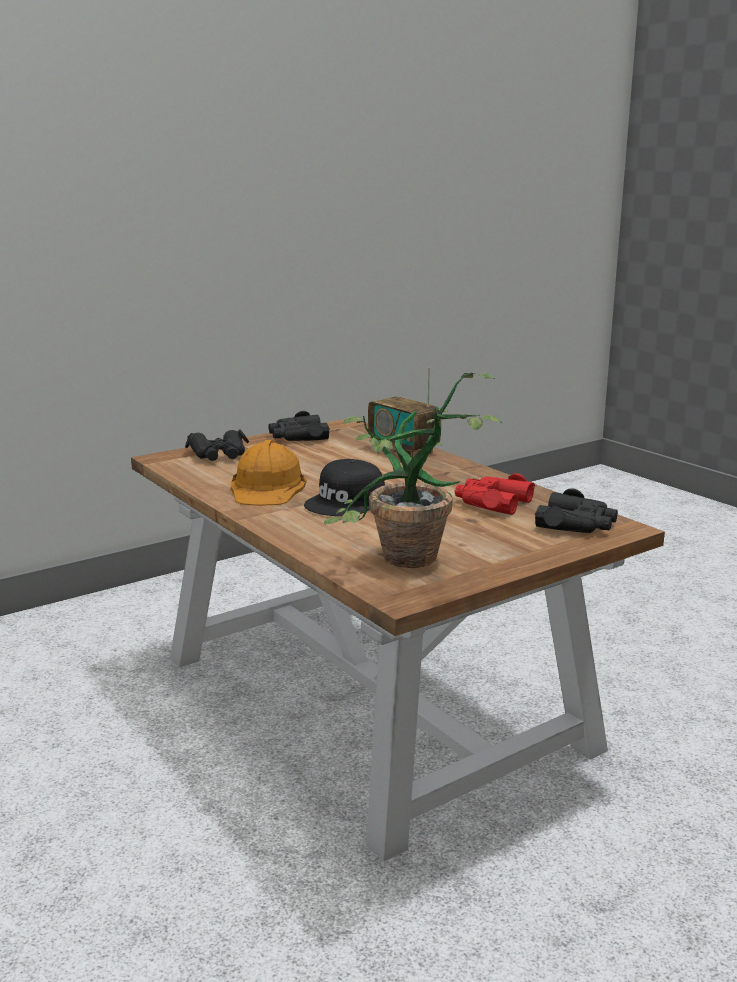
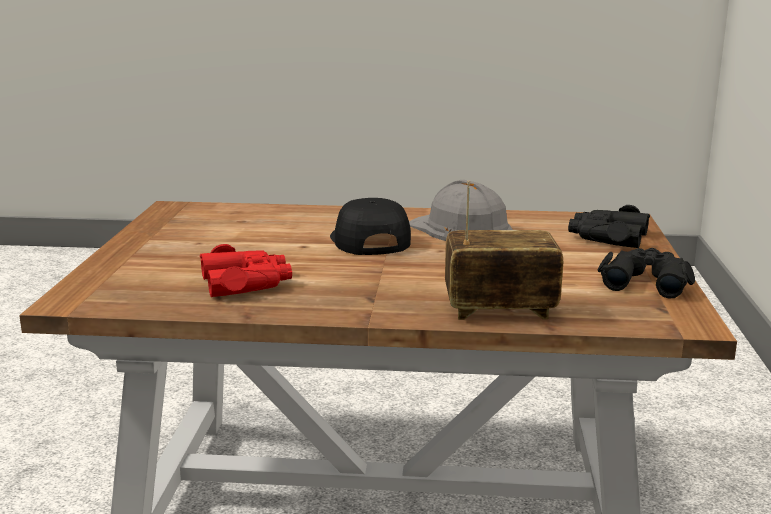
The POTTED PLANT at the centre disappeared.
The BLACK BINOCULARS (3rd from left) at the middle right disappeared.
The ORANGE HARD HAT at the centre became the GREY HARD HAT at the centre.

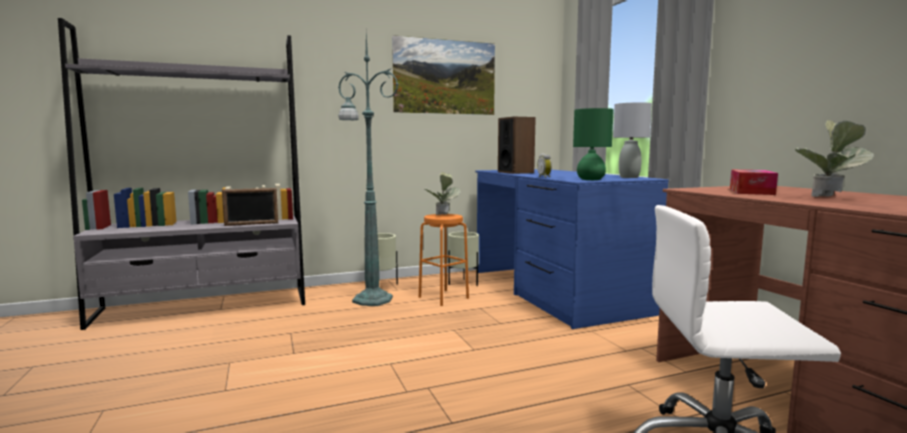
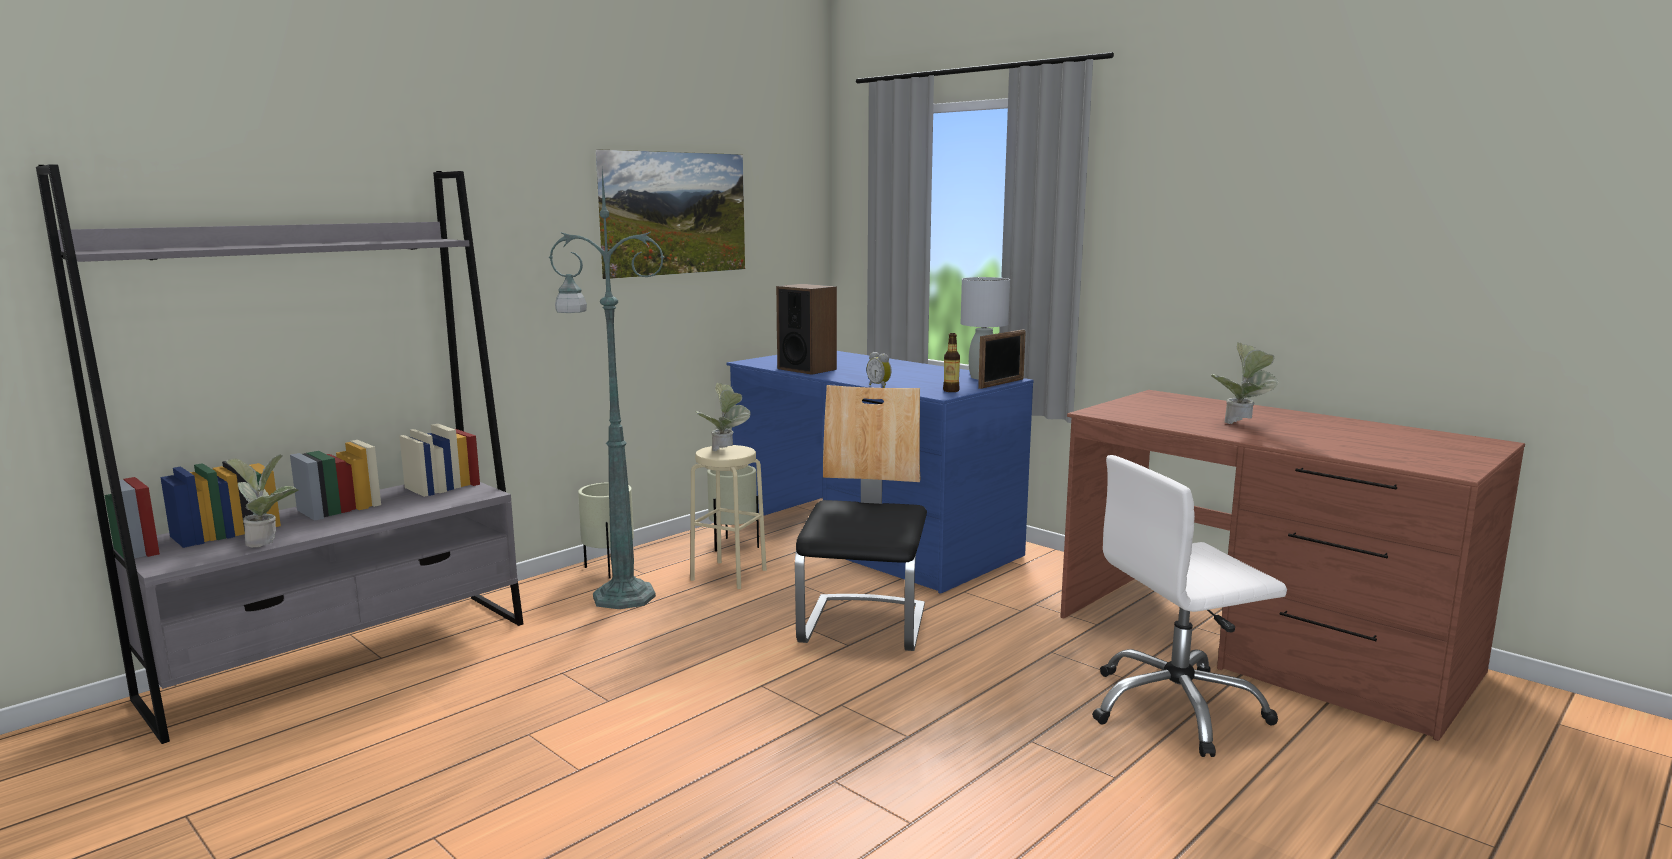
The TISSUE BOX at the middle right disappeared.
The POTTED PLANT (1st from left) at the middle left appeared.
The CHAIR at the centre appeared.
The PICTURE FRAME moved from the middle left to the centre.
The GREEN TABLE LAMP at the top centre was replaced by the BOTTLE at the centre.
The ORANGE STOOL at the centre became the BEIGE STOOL at the centre.

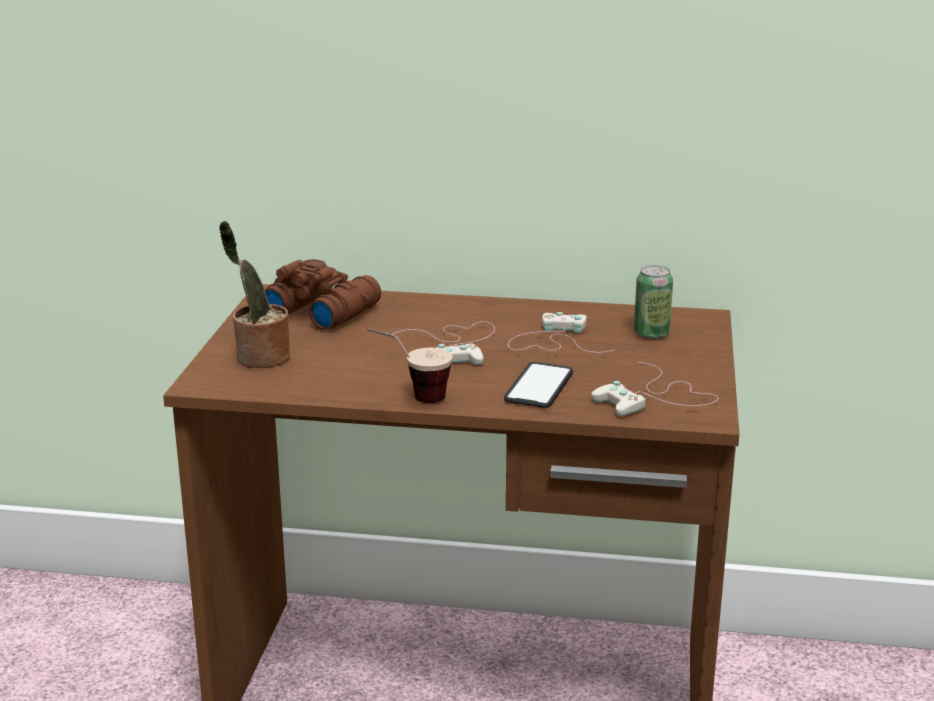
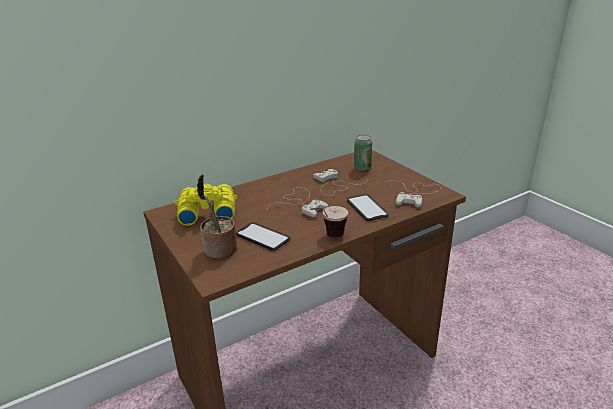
The PHONE (1st from left) at the centre appeared.
The BROWN BINOCULARS at the centre became the YELLOW BINOCULARS at the centre.

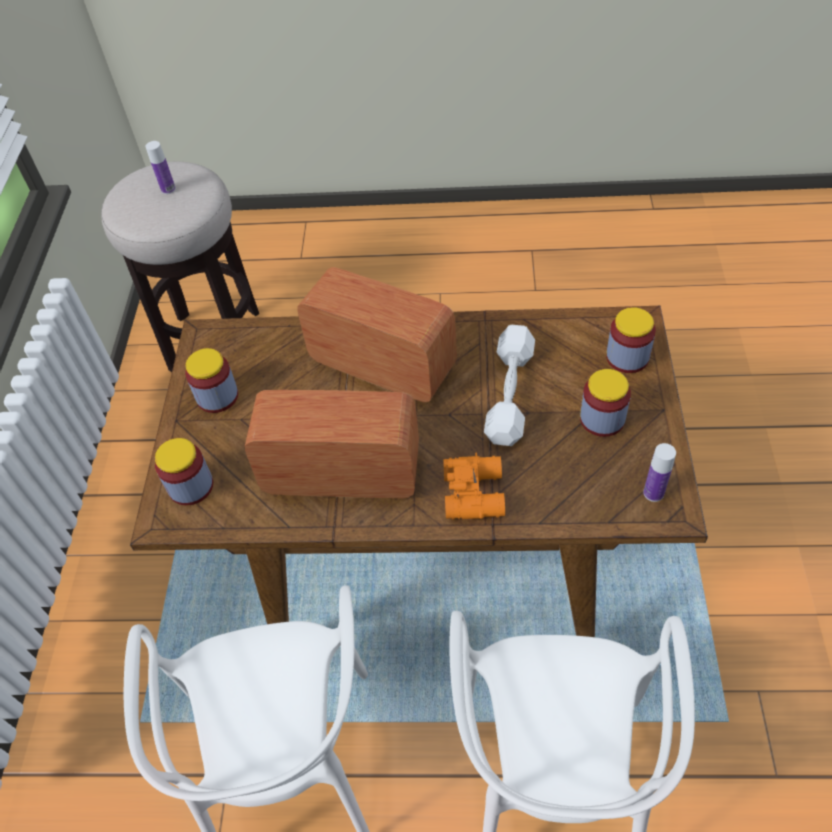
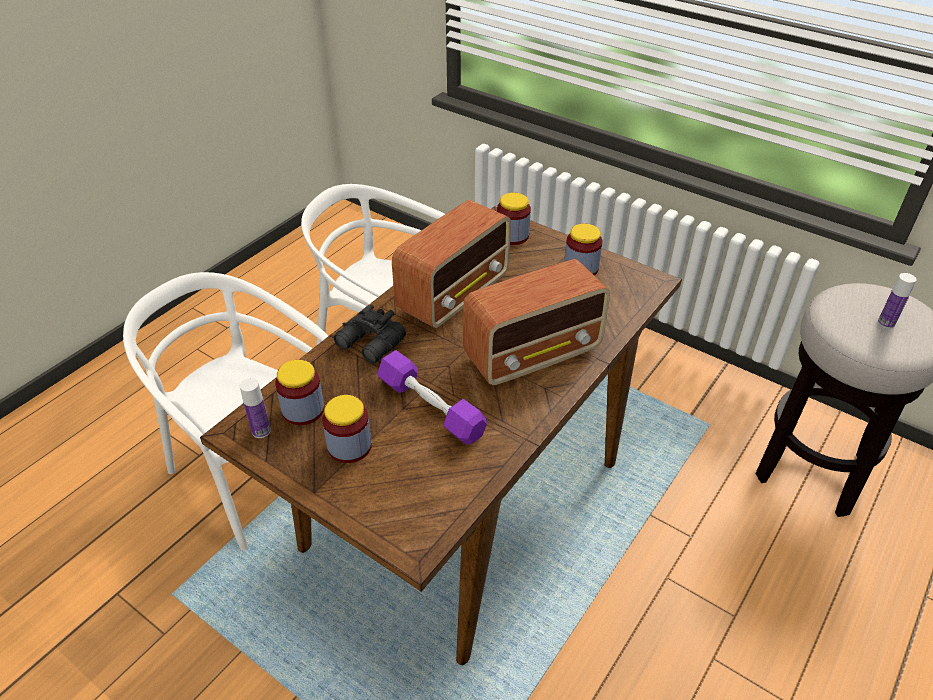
The JAR (4th from left in the first image) moved from the middle right to the middle left.
The ORANGE BINOCULARS at the centre became the BLACK BINOCULARS at the centre.
The WHITE DUMBBELL at the centre became the PURPLE DUMBBELL at the centre.

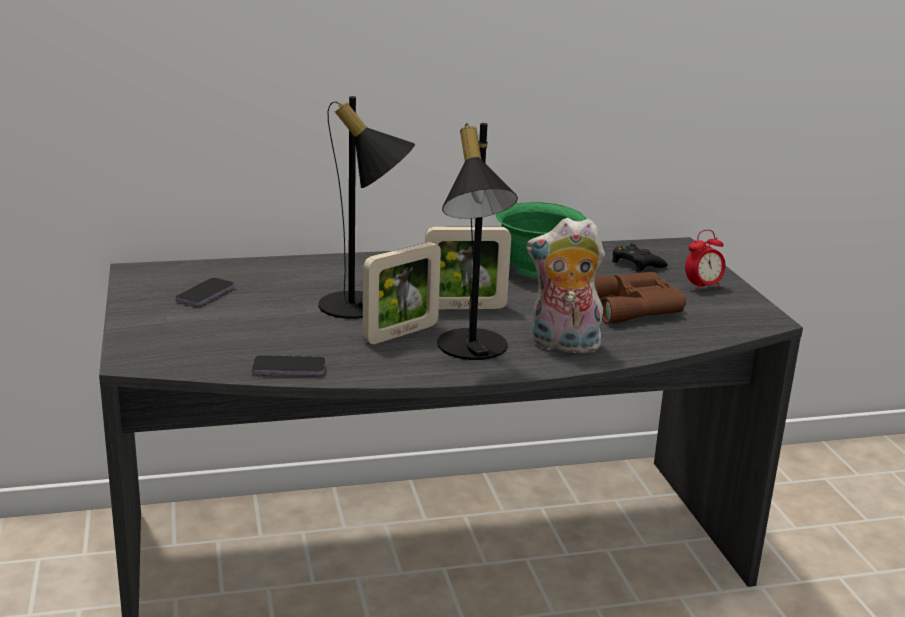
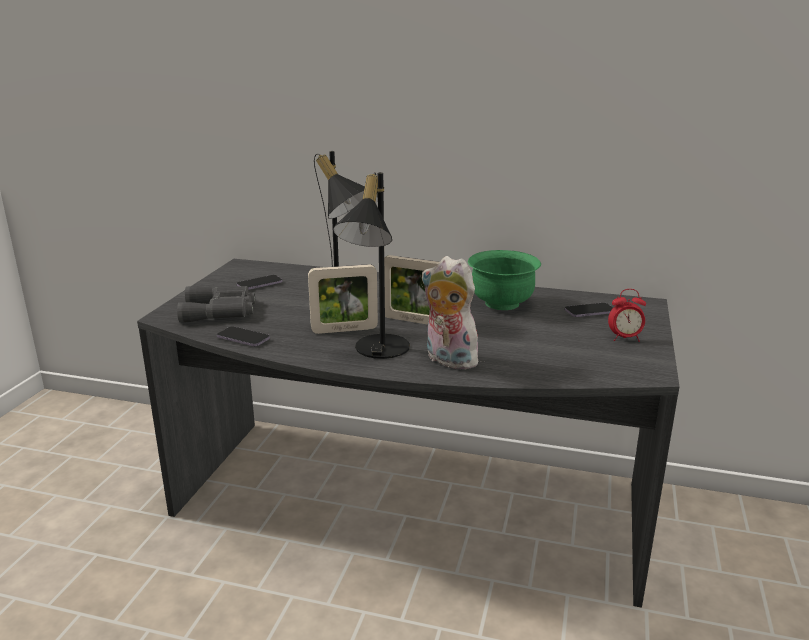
The BROWN BINOCULARS at the middle right disappeared.
The GREY BINOCULARS at the middle left appeared.
The BLACK GAME CONTROLLER at the middle right was replaced by the PHONE (3rd from left) at the middle right.

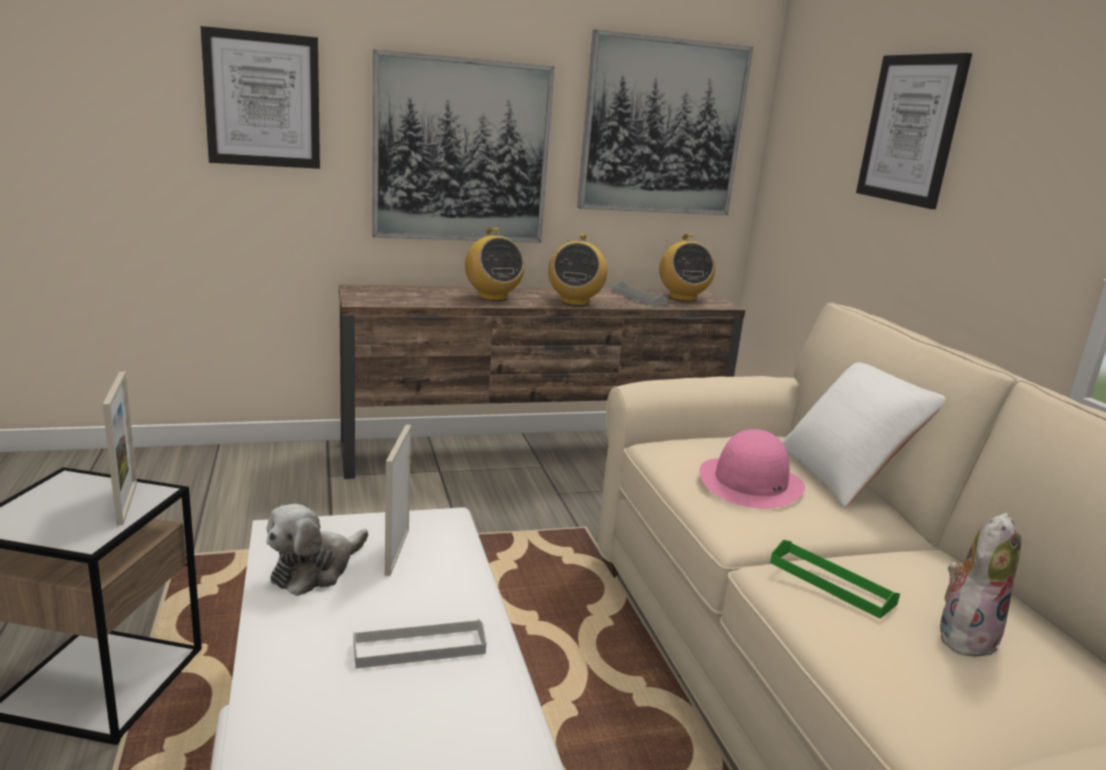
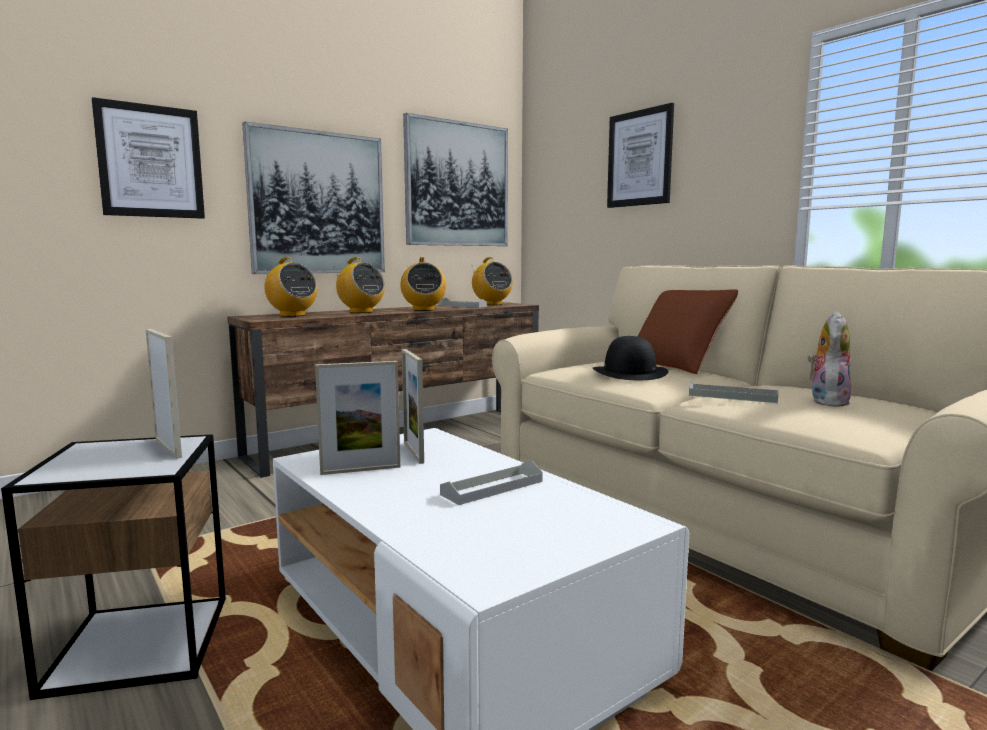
The RADIO (1st from left) at the middle left appeared.
The PLUSH TOY (1st from left) at the bottom left was replaced by the PICTURE FRAME (2nd from left) at the centre.
The PINK HAT at the middle right became the BLACK HAT at the centre.
The GREEN TRAY at the bottom right became the GREY TRAY (3rd from left) at the middle right.
The WHITE PILLOW at the middle right became the BROWN PILLOW at the middle right.

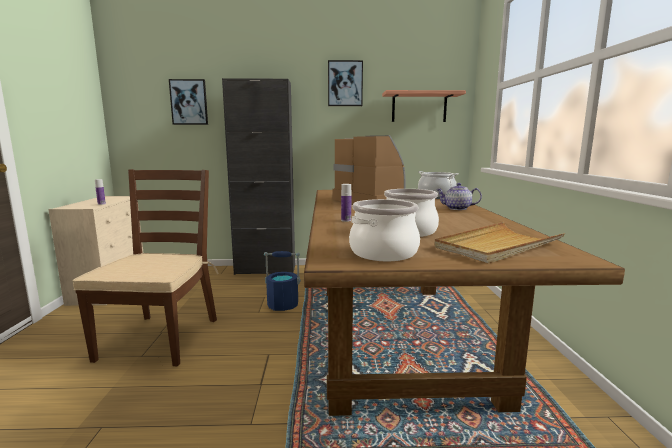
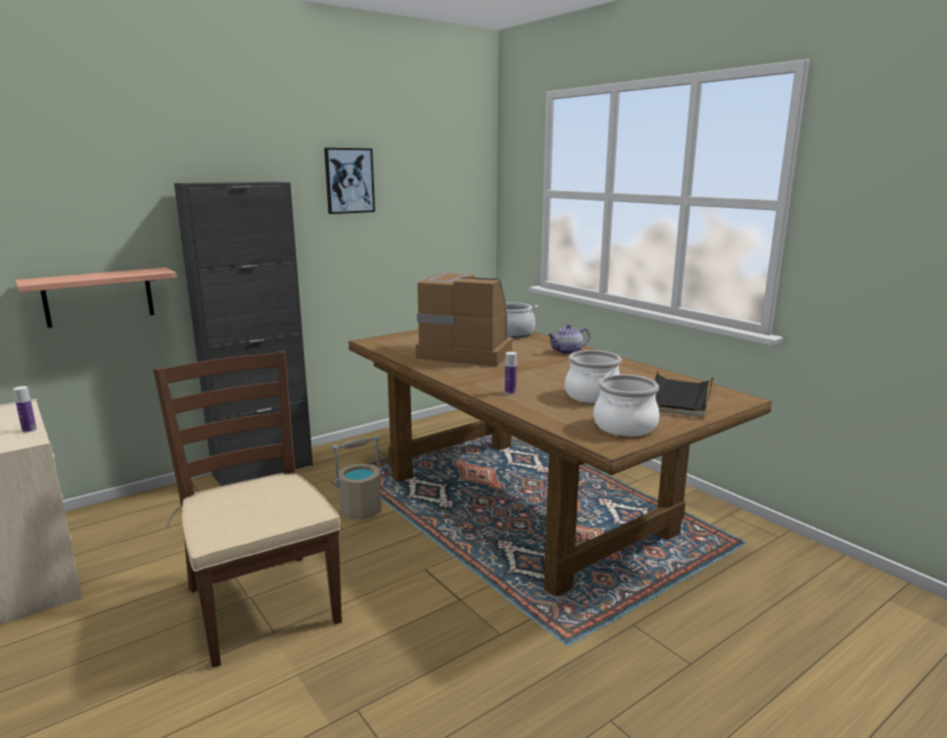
The PICTURE (1st from left) at the top left disappeared.
The SHELF moved from the top centre to the middle left.
The BLUE BUCKET at the centre became the BEIGE BUCKET at the centre.
The BEIGE TRAY at the middle right became the BLACK TRAY at the middle right.

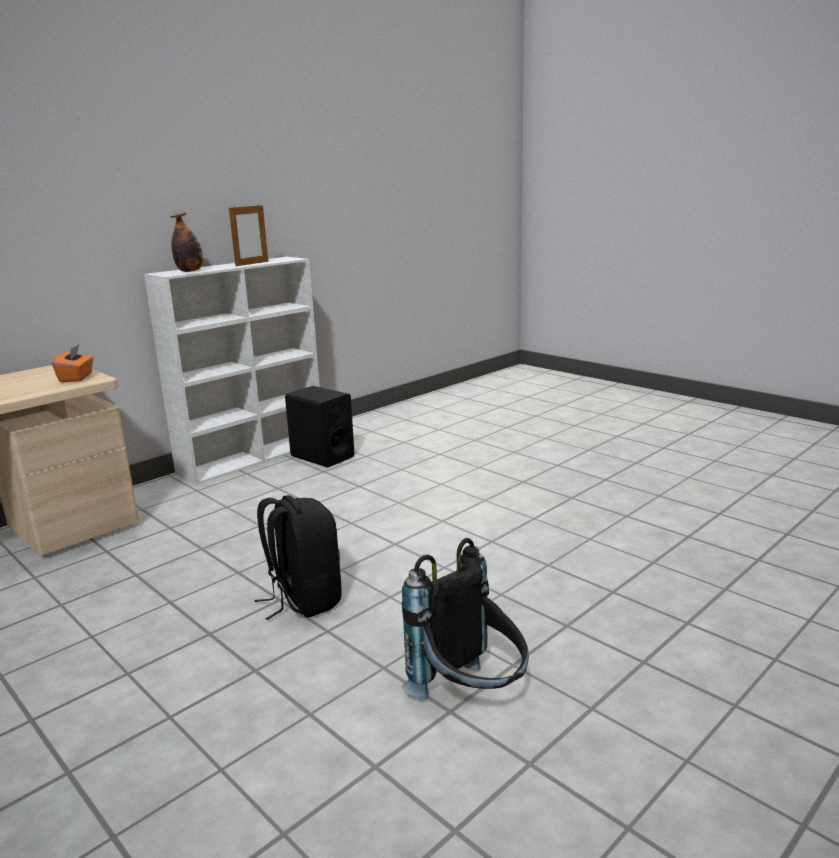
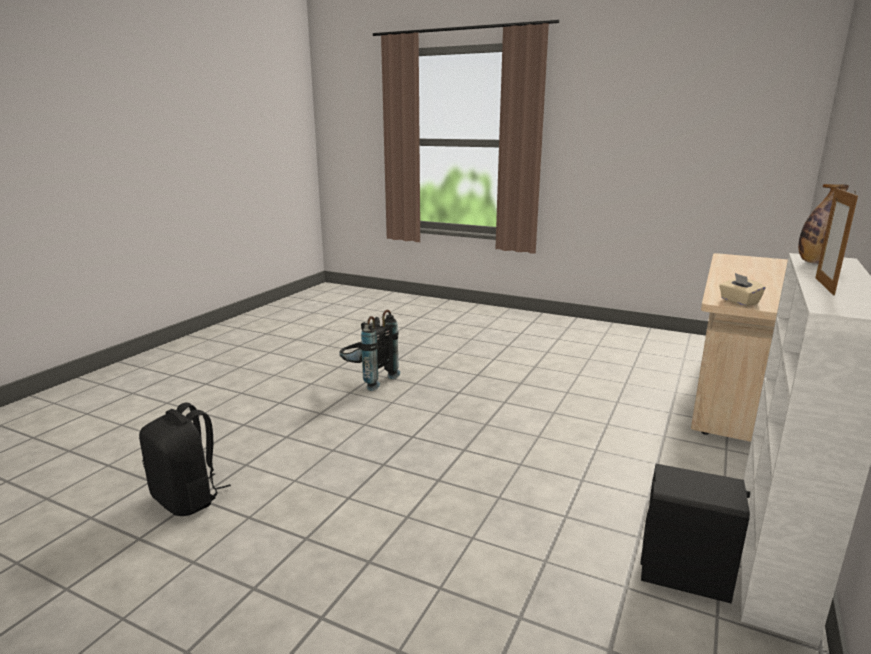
The BLACK BACKPACK (1st from left) moved from the centre to the bottom left.
The ORANGE TISSUE BOX at the middle left became the BEIGE TISSUE BOX at the middle right.

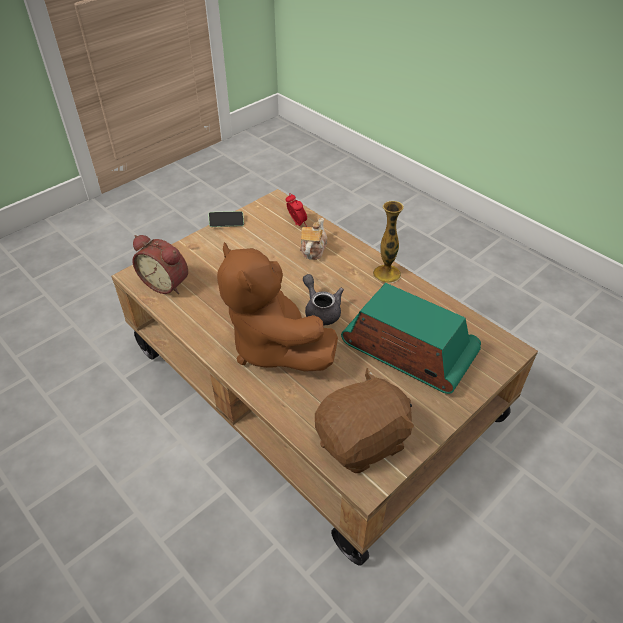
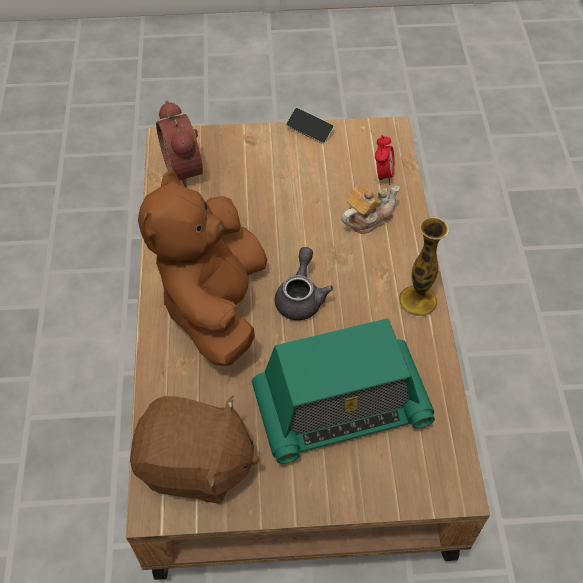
The RADIO at the centre turned 90 degrees clockwise.

